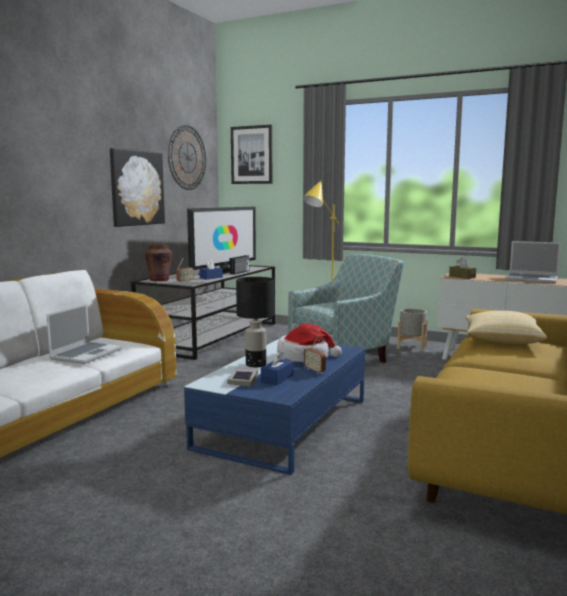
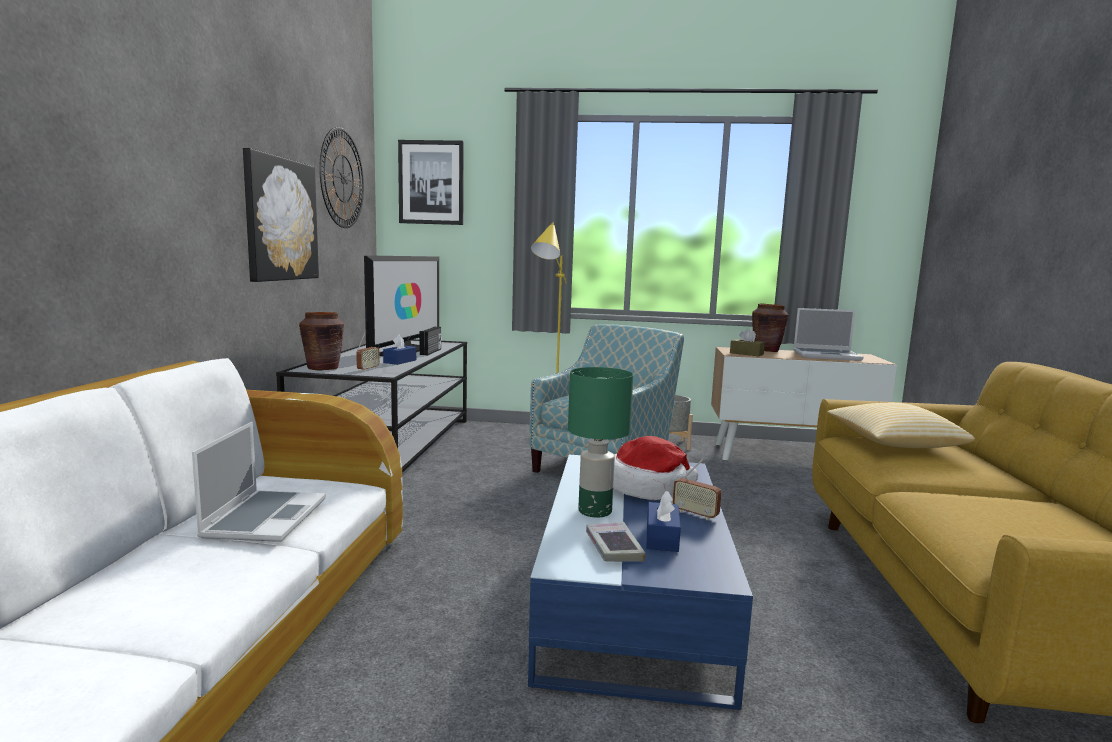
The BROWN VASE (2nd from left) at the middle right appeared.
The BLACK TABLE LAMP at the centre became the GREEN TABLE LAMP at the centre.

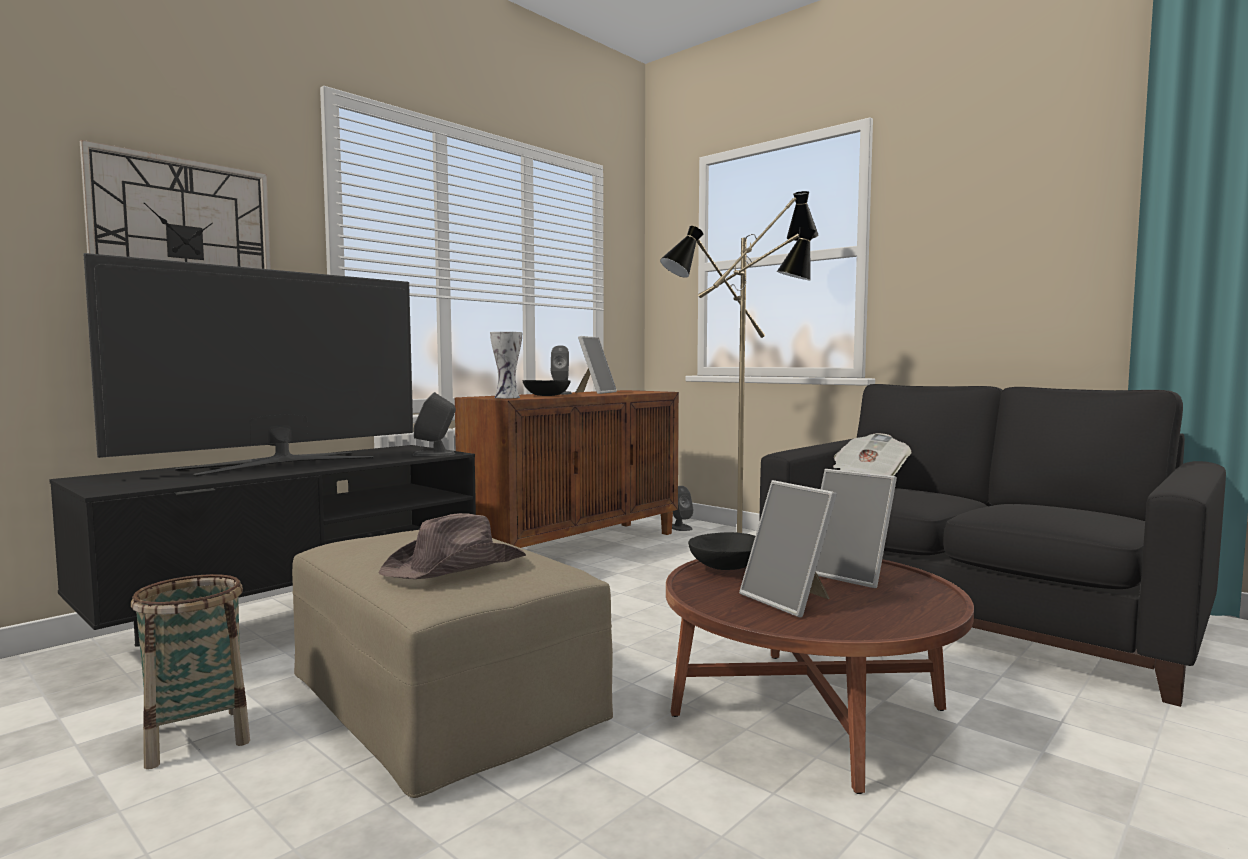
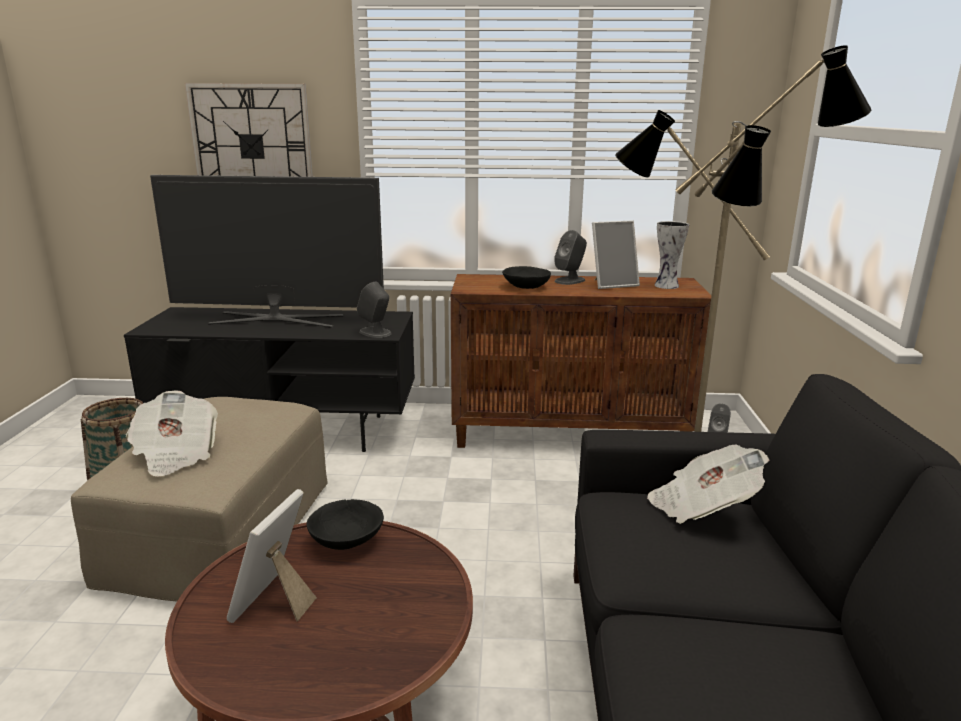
The PICTURE FRAME (3rd from left) at the middle right disappeared.
The VASE moved from the centre to the middle right.
The BROWN HAT at the centre was replaced by the NEWSPAPER (1st from left) at the middle left.

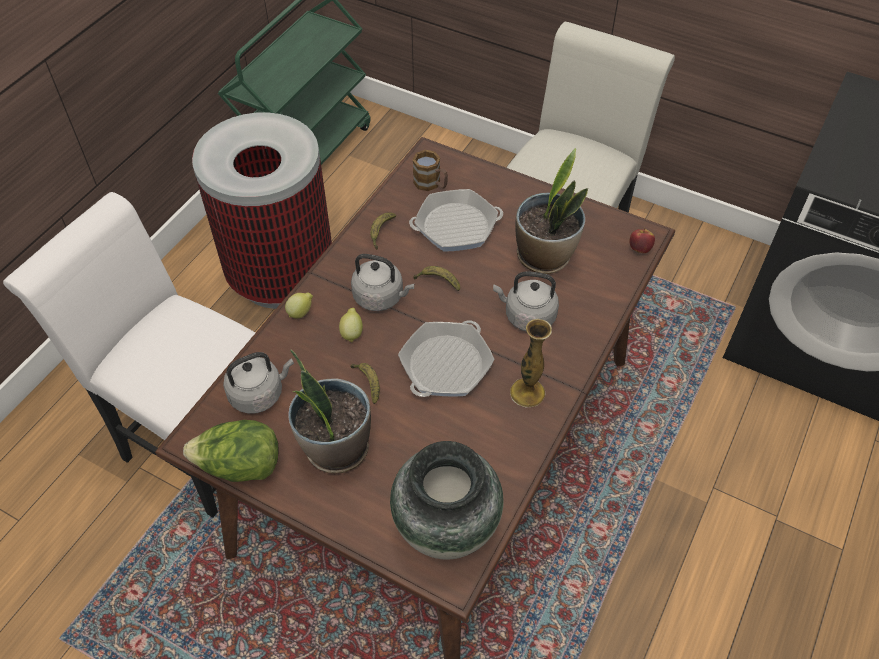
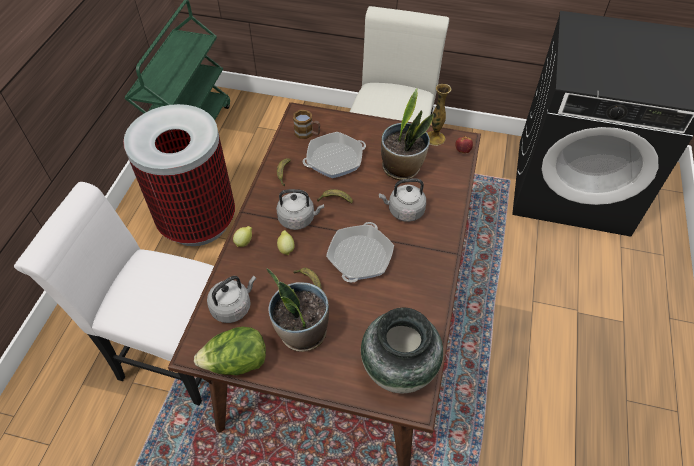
The VASE (2nd from left) moved from the centre to the top centre.

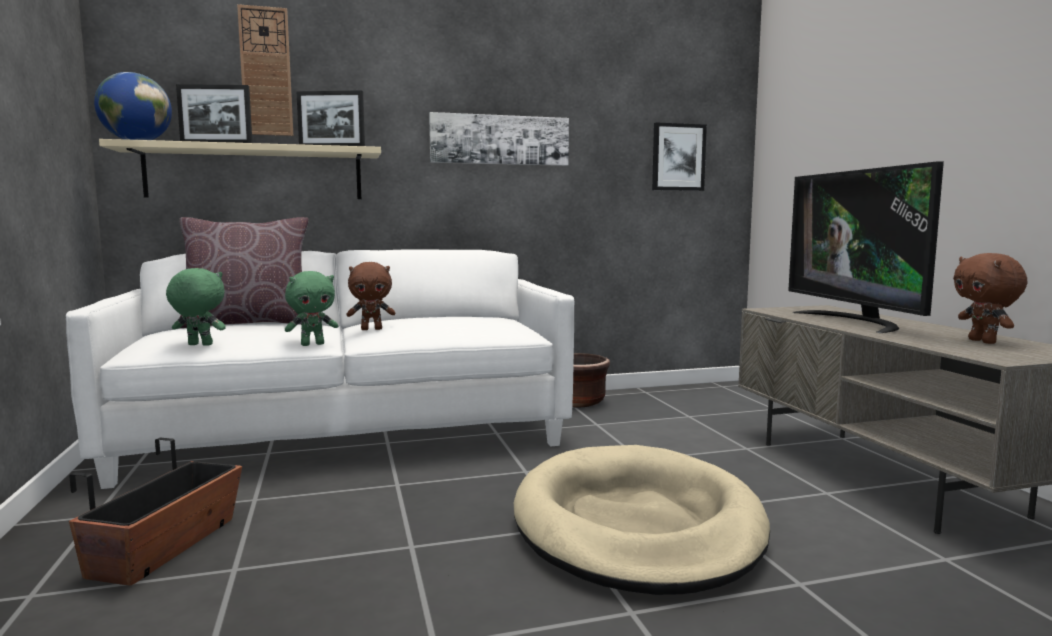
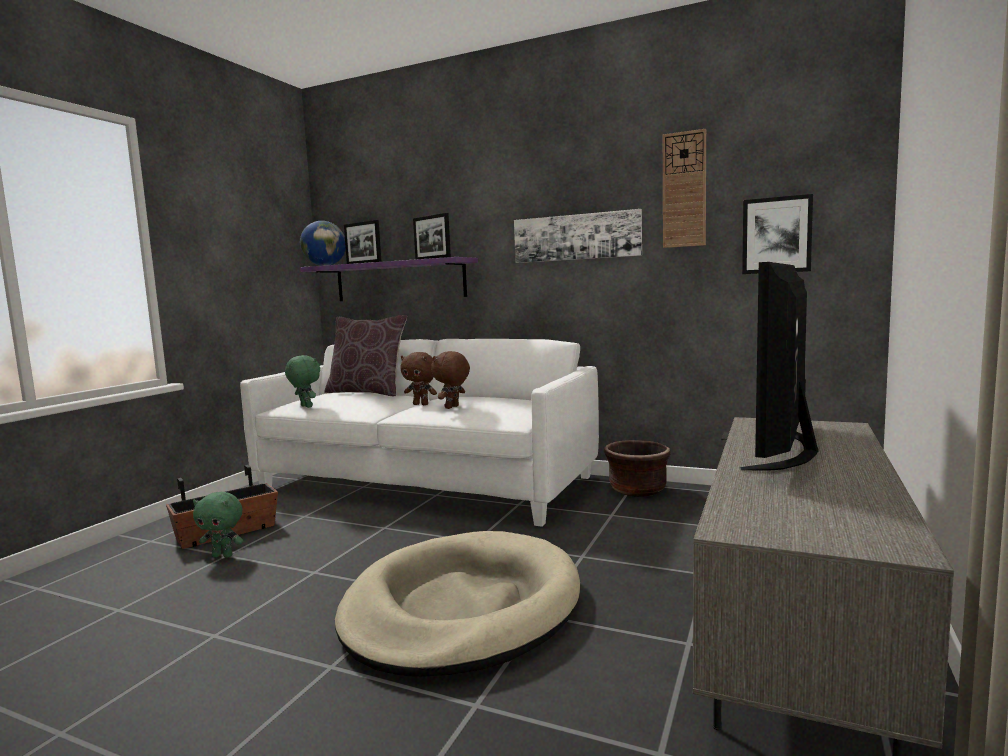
The WALL CLOCK moved from the top left to the top right.
The GREEN PLUSH TOY (2nd from left in the first image) moved from the middle left to the bottom left.
The BROWN PLUSH TOY (2nd from left) moved from the middle right to the centre.
The BEIGE SHELF at the top left became the PURPLE SHELF at the centre.

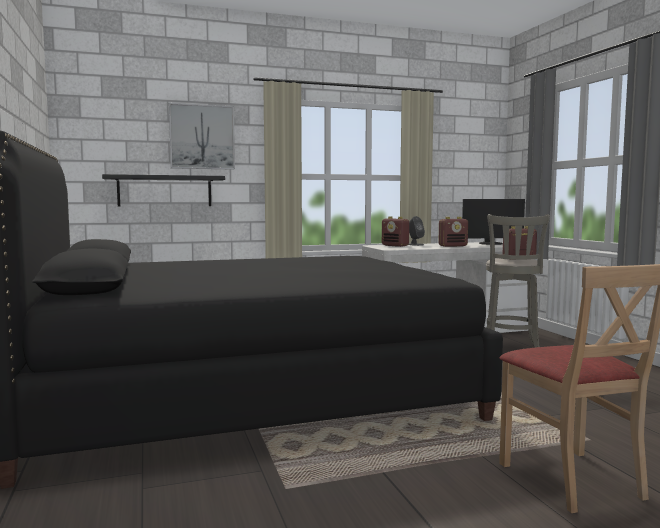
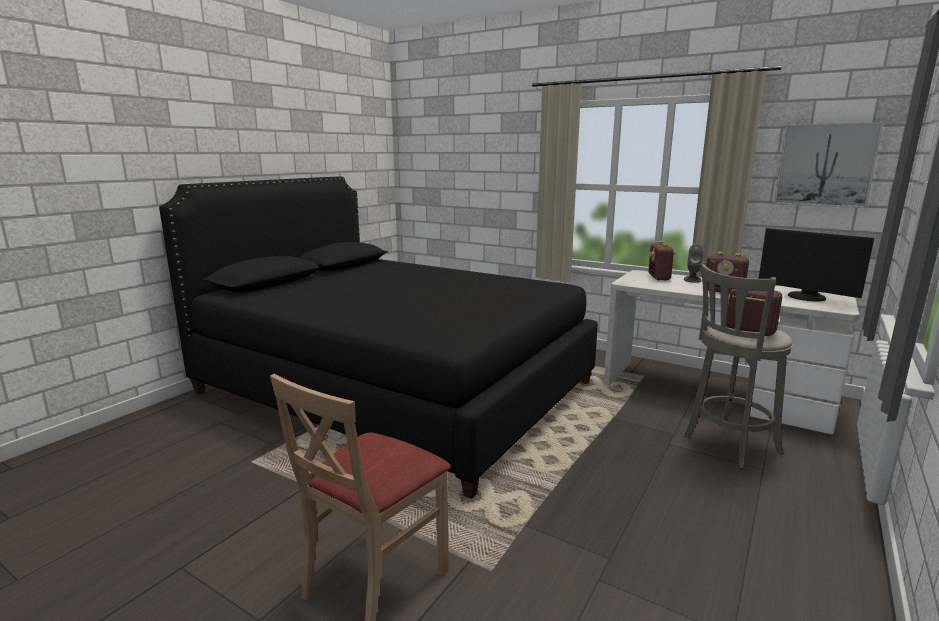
The BLACK SHELF at the middle left disappeared.
The PICTURE moved from the top left to the top right.

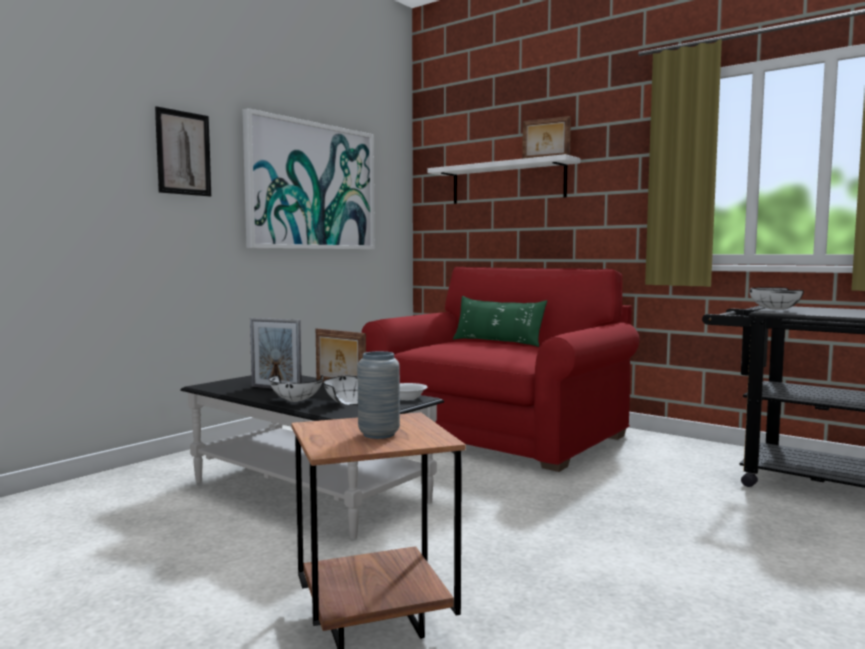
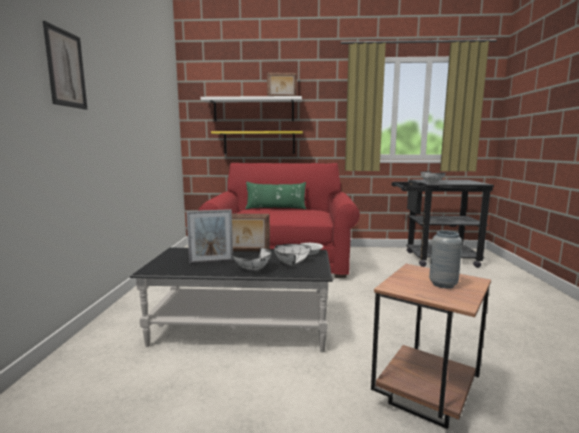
The PICTURE (2nd from left) at the top centre disappeared.
The YELLOW SHELF at the top centre appeared.

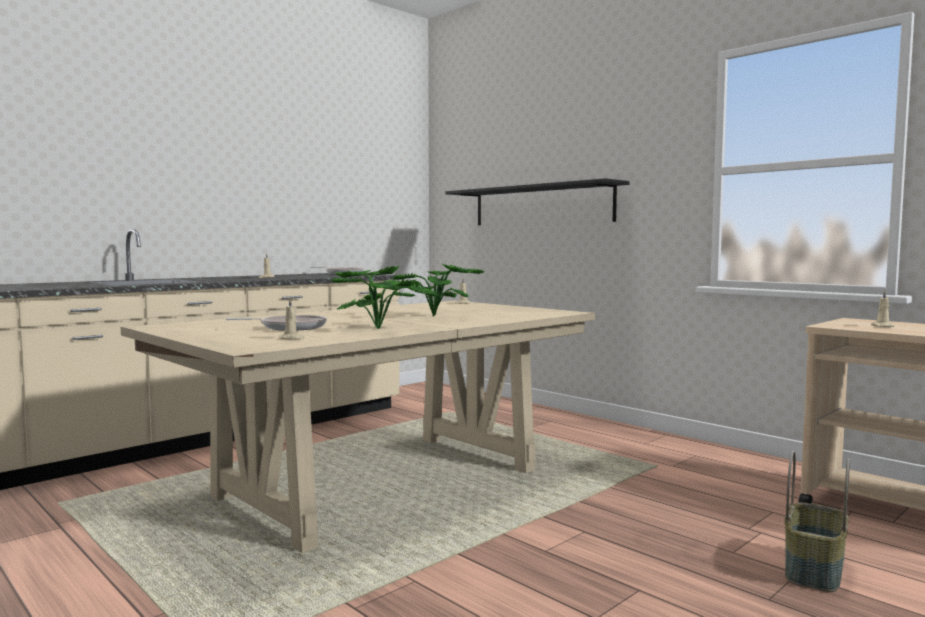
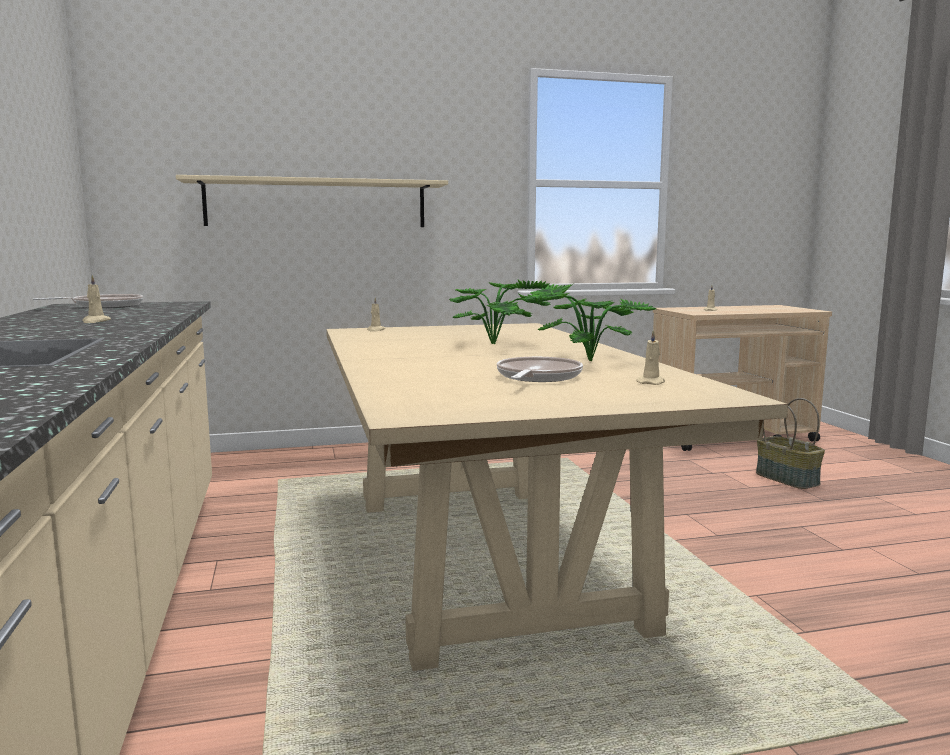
The BLACK SHELF at the top centre became the BEIGE SHELF at the top left.

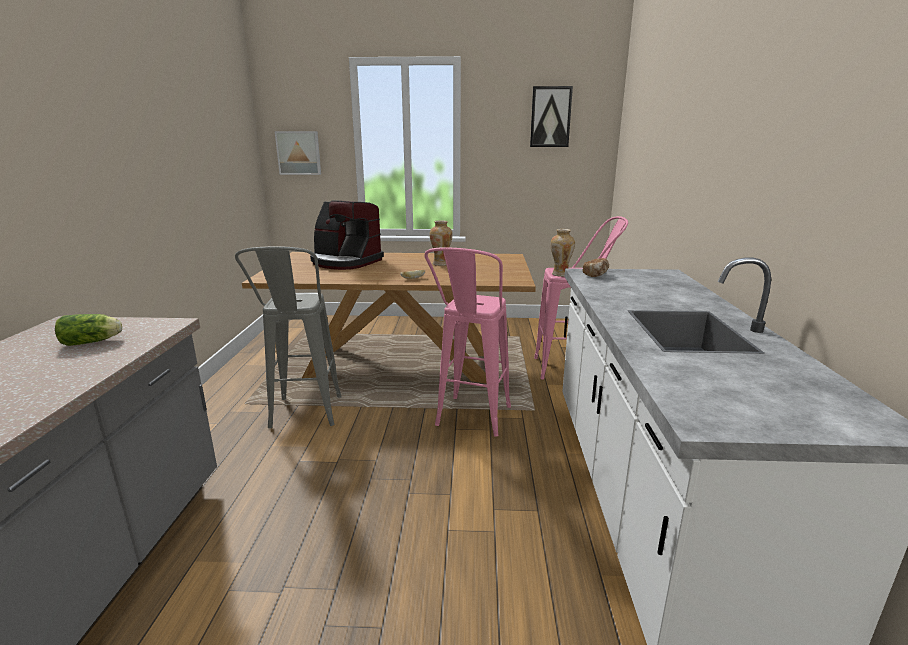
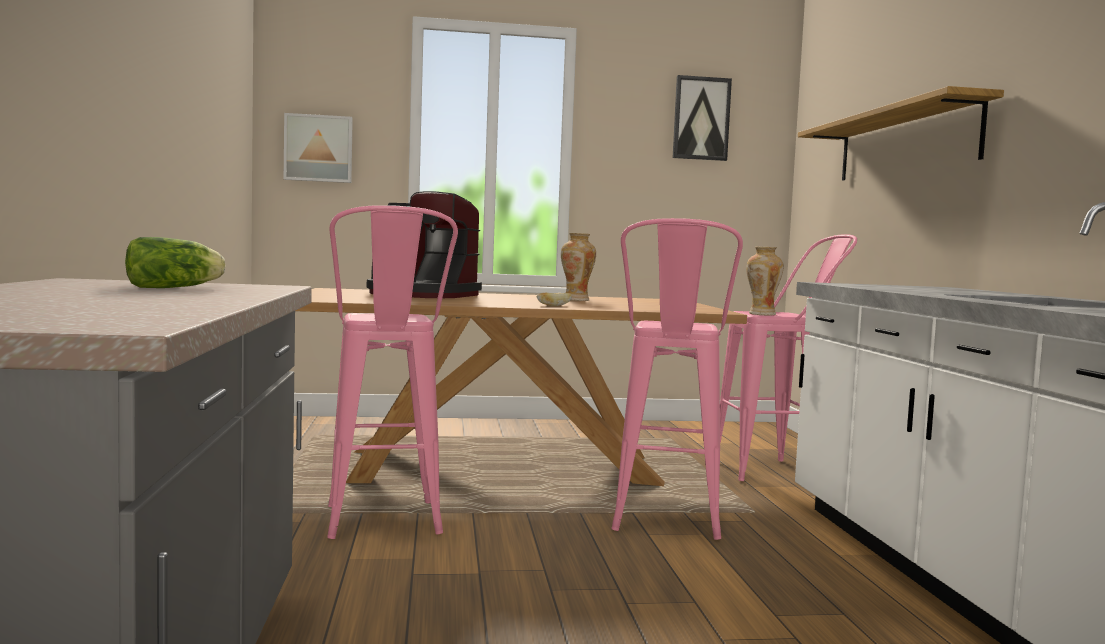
The BREAD (2nd from left) at the centre disappeared.
The SHELF at the top right appeared.
The GREY STOOL at the middle left became the PINK STOOL (1st from left) at the centre.

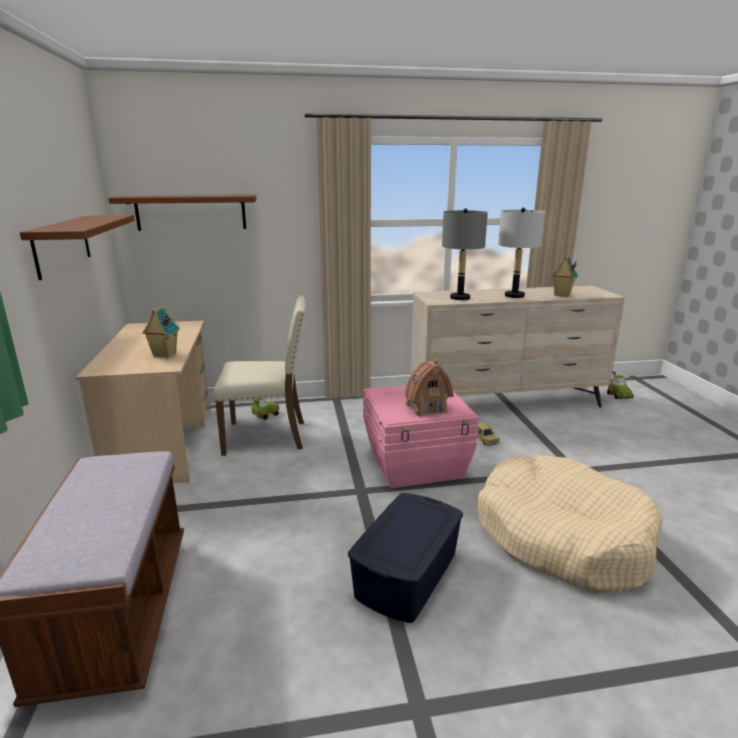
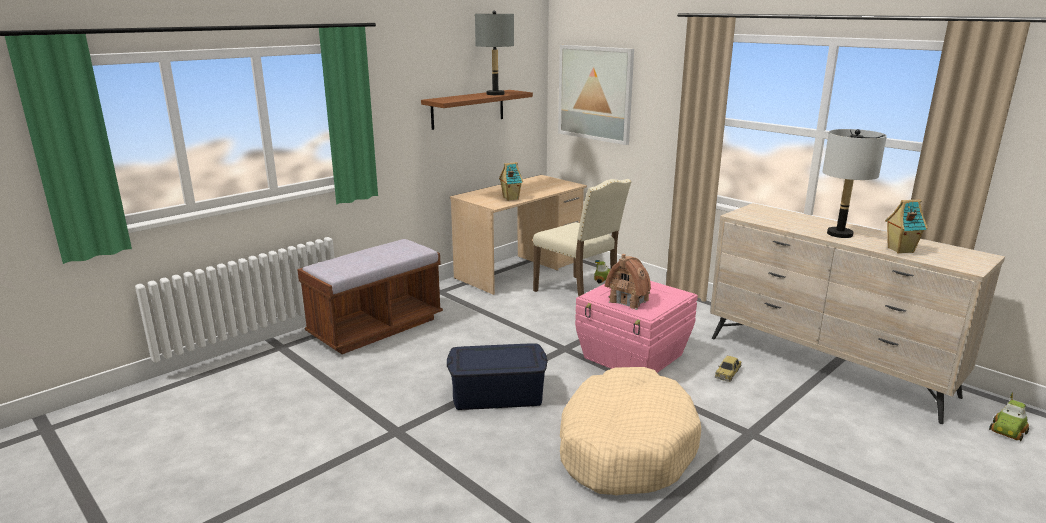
The GREY TABLE LAMP (1st from left) moved from the centre to the top centre.
The BROWN SHELF (2nd from left) at the top left was replaced by the PICTURE at the top centre.

